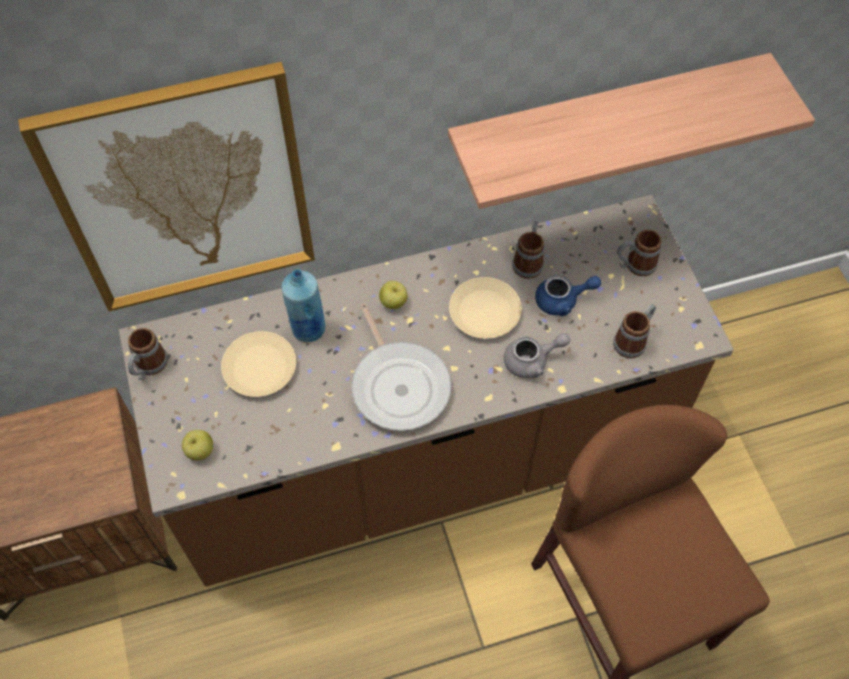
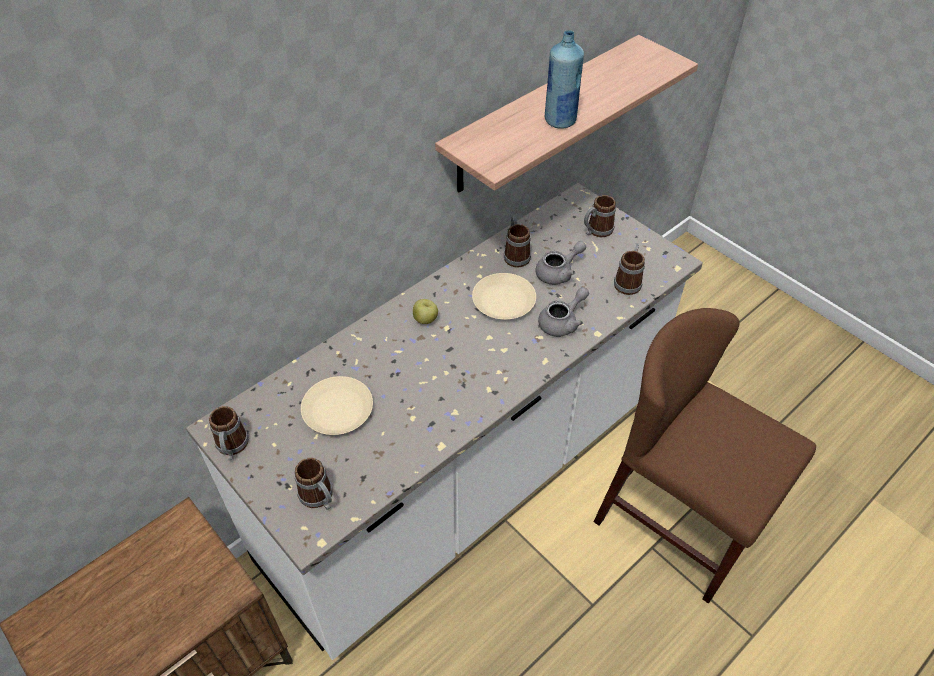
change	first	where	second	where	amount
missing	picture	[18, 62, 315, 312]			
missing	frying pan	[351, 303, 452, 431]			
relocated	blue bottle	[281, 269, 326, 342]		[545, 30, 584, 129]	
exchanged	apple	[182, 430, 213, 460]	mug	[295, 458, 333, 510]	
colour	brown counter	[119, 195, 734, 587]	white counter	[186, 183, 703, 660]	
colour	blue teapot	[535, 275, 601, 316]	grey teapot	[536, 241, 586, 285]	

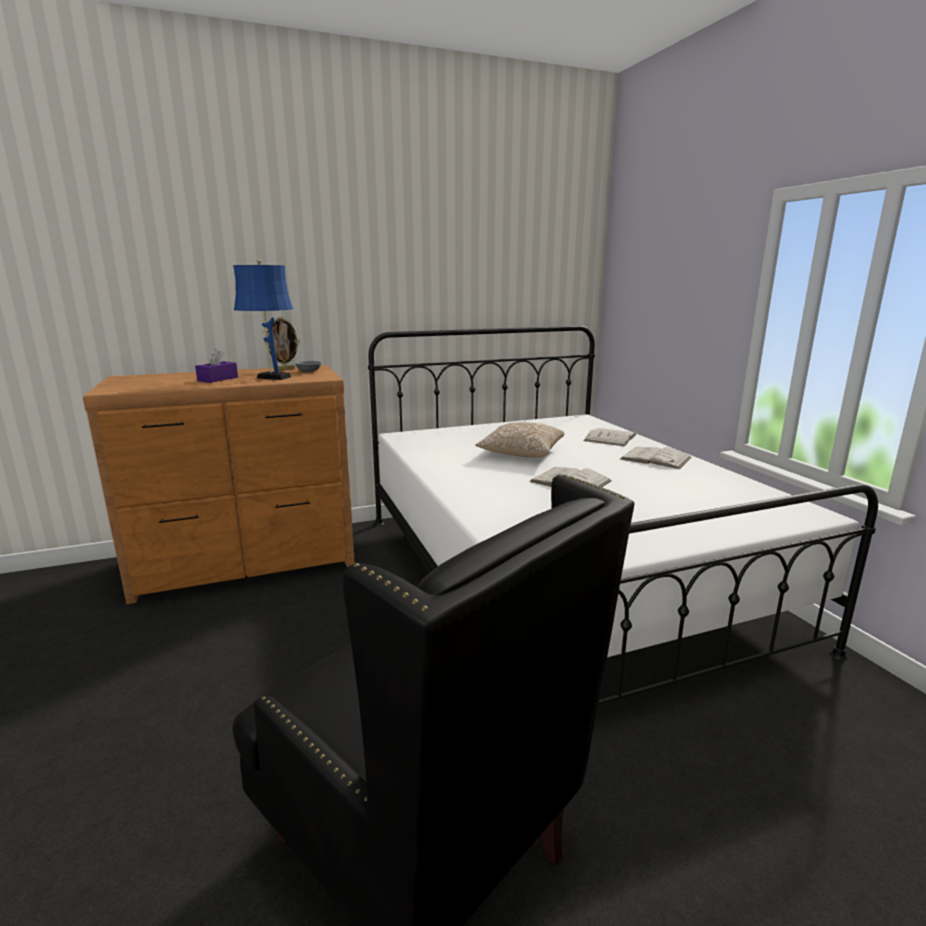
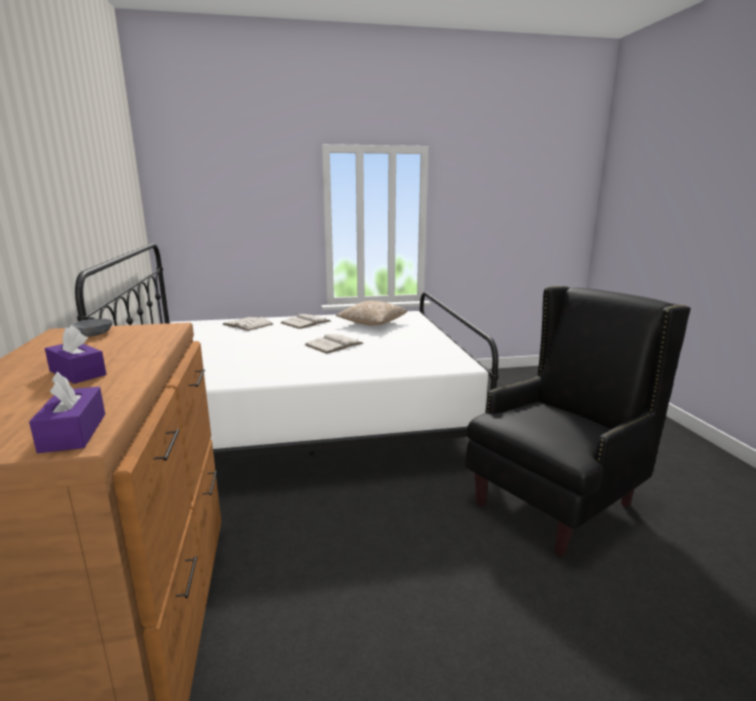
change	first	where	second	where	amount
missing	blue table lamp	[233, 259, 293, 380]			
missing	picture frame	[265, 317, 300, 371]			
appeared			purple tissue box	[29, 372, 105, 453]	
relocated	pillow	[475, 422, 565, 458]		[336, 301, 407, 326]	

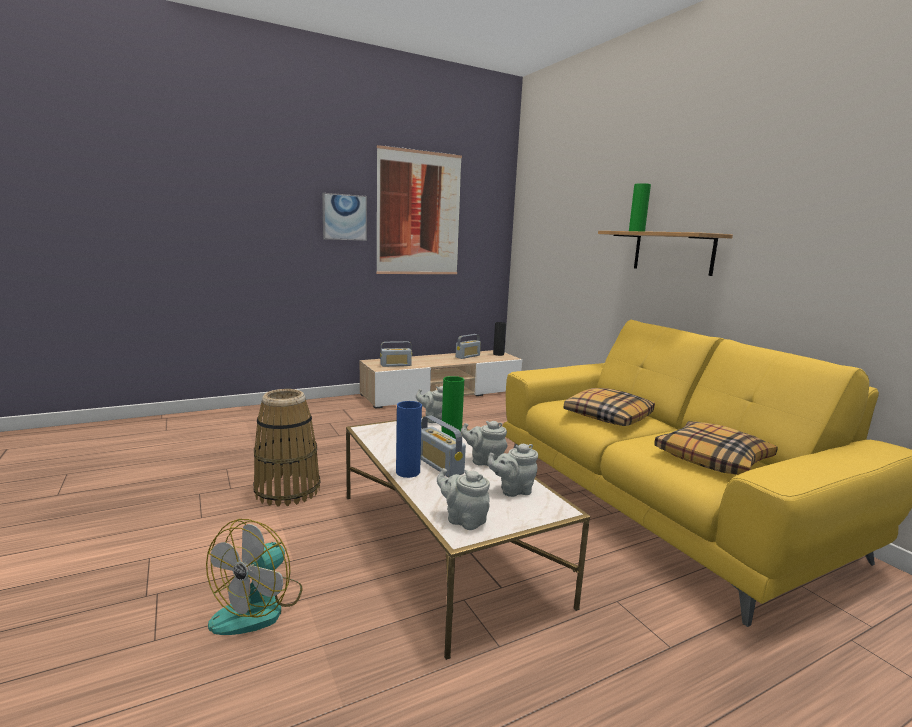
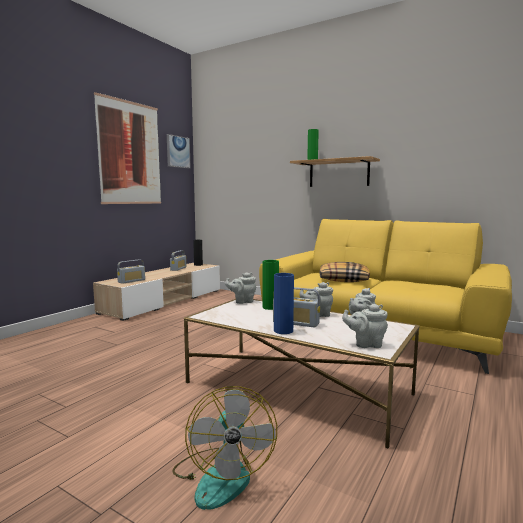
change	first	where	second	where	amount
missing	basket	[253, 389, 320, 507]			
missing	pillow	[654, 421, 777, 475]			
relocated	picture	[322, 193, 367, 241]		[167, 134, 191, 168]	

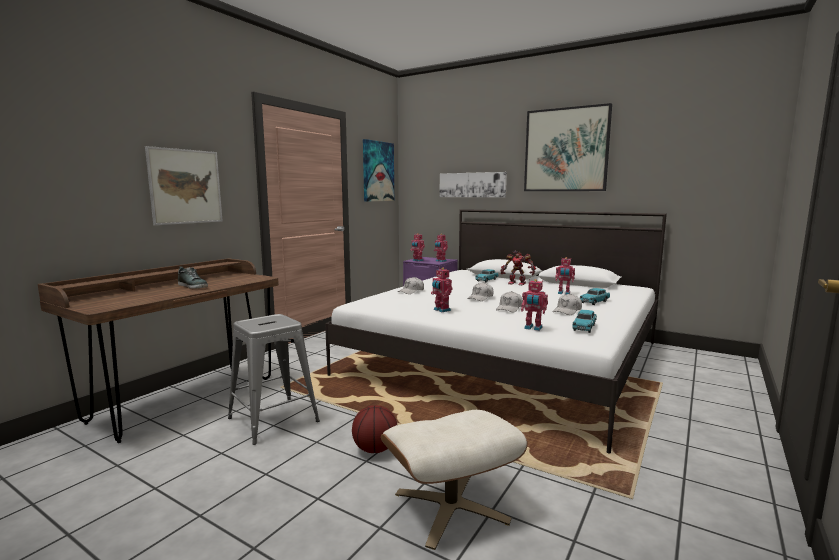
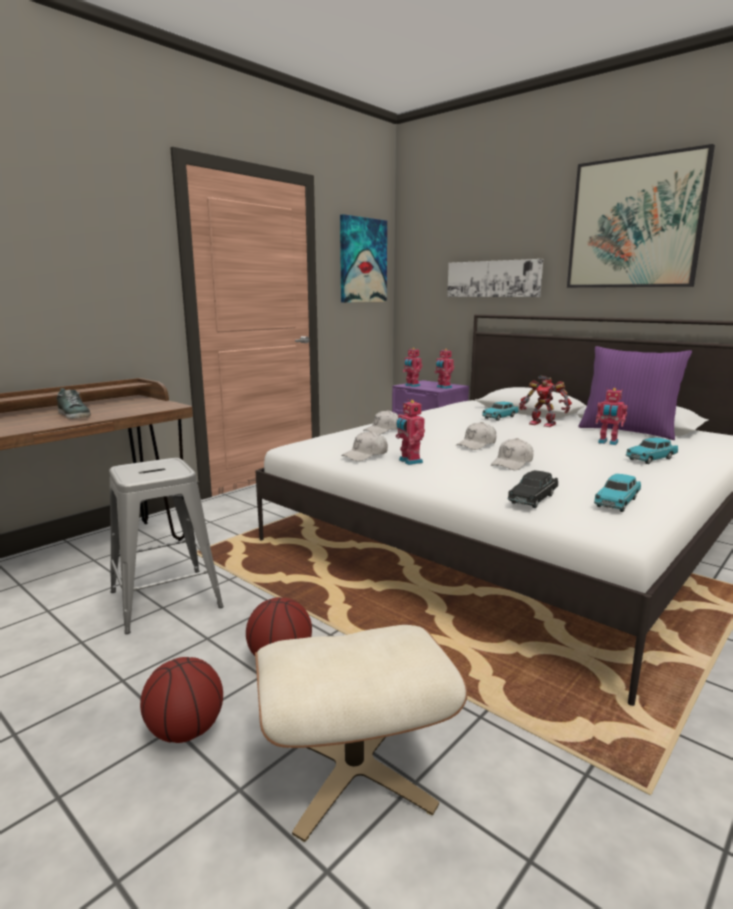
change	first	where	second	where	amount
missing	picture	[145, 146, 223, 225]			
appeared			basketball	[140, 657, 223, 743]	
appeared			purple pillow	[578, 346, 692, 440]	
relocated	white cap	[553, 294, 582, 315]		[341, 431, 388, 461]	
exchanged	toy robot	[521, 279, 548, 331]	black toy car	[508, 470, 558, 508]	

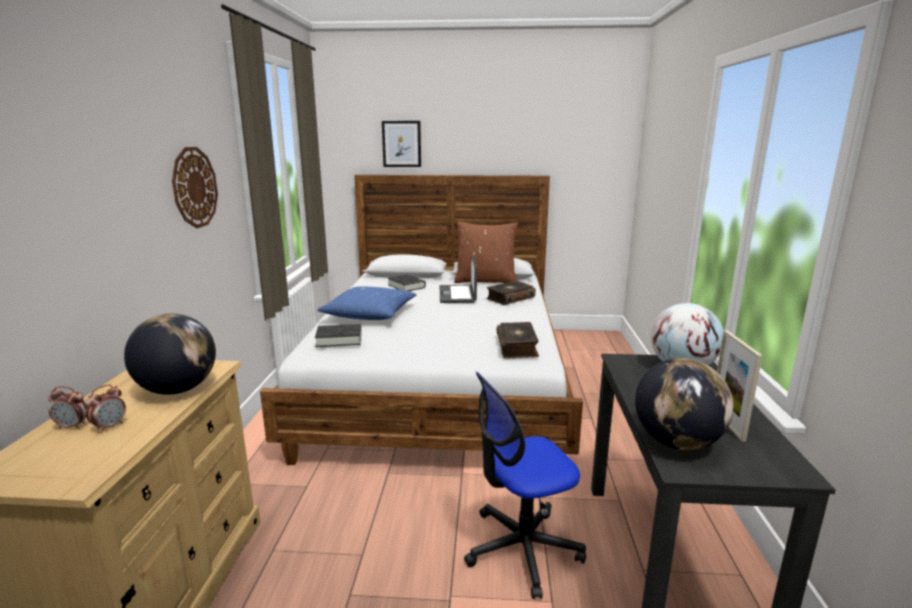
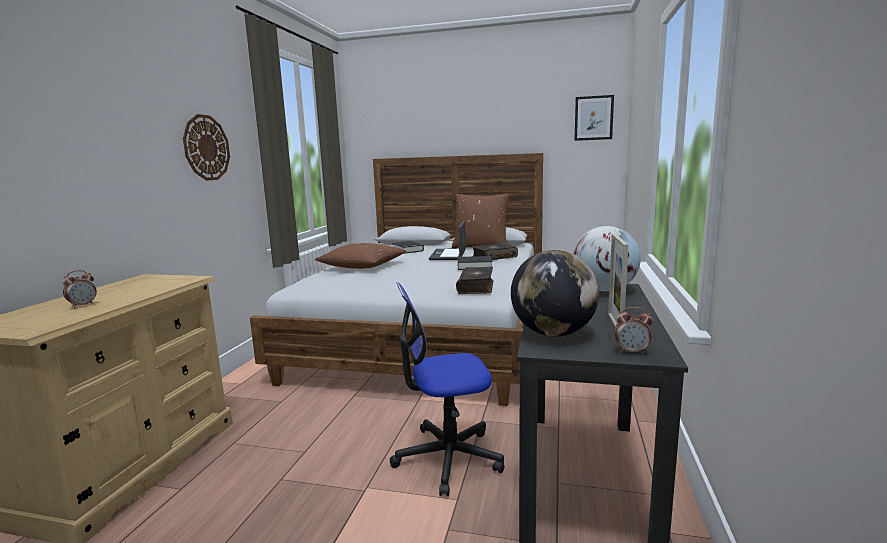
change	first	where	second	where	amount
missing	globe	[124, 313, 216, 395]			
relocated	alarm clock	[48, 386, 88, 429]		[615, 307, 653, 354]	
relocated	black book	[315, 324, 361, 347]		[458, 256, 492, 270]	
relocated	picture	[382, 121, 421, 167]		[574, 95, 614, 141]	
colour	blue pillow	[317, 286, 417, 320]	brown pillow	[315, 243, 407, 269]	

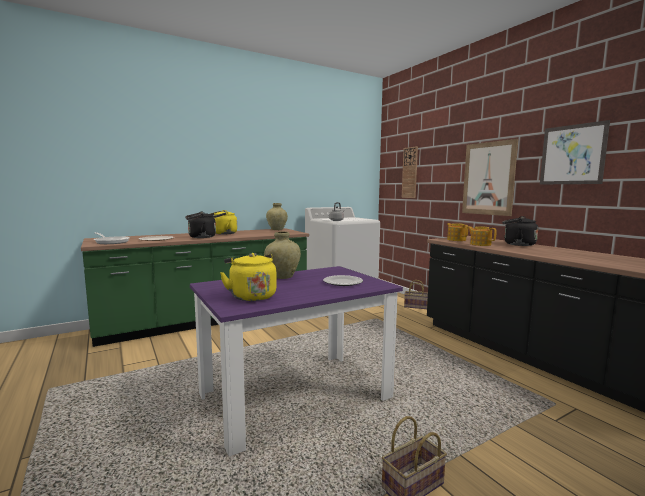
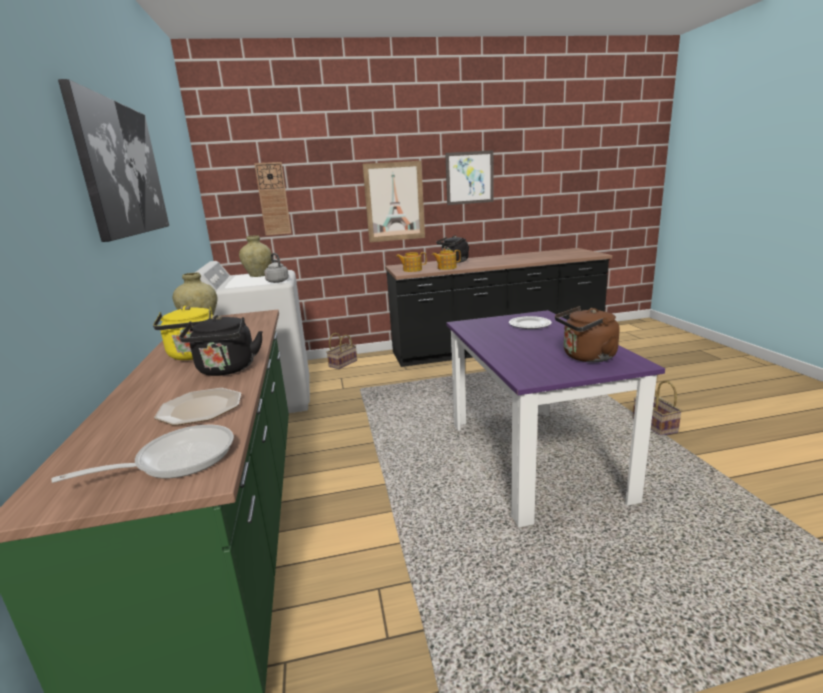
change	first	where	second	where	amount
appeared			picture	[58, 79, 169, 242]	
relocated	beige vase	[264, 231, 301, 279]		[239, 235, 272, 277]	
colour	yellow kettle	[220, 253, 277, 301]	brown kettle	[555, 306, 620, 362]	

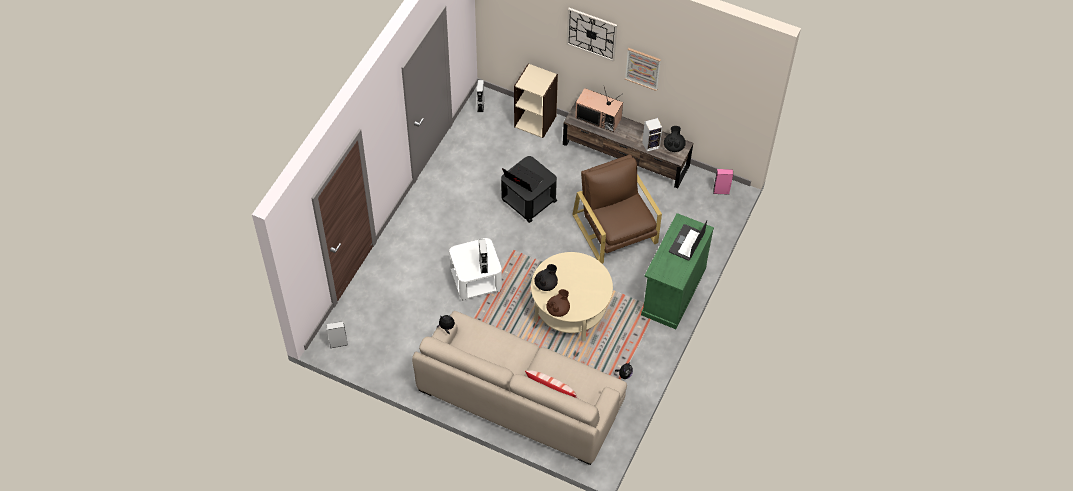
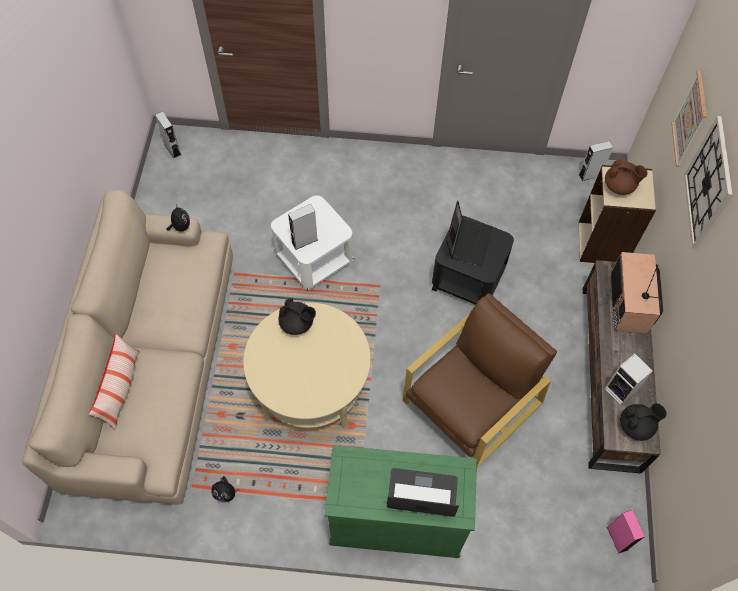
change	first	where	second	where	amount
relocated	brown teapot	[546, 289, 570, 317]		[605, 159, 648, 195]	
relocated	picture	[625, 48, 661, 91]		[671, 71, 707, 167]	

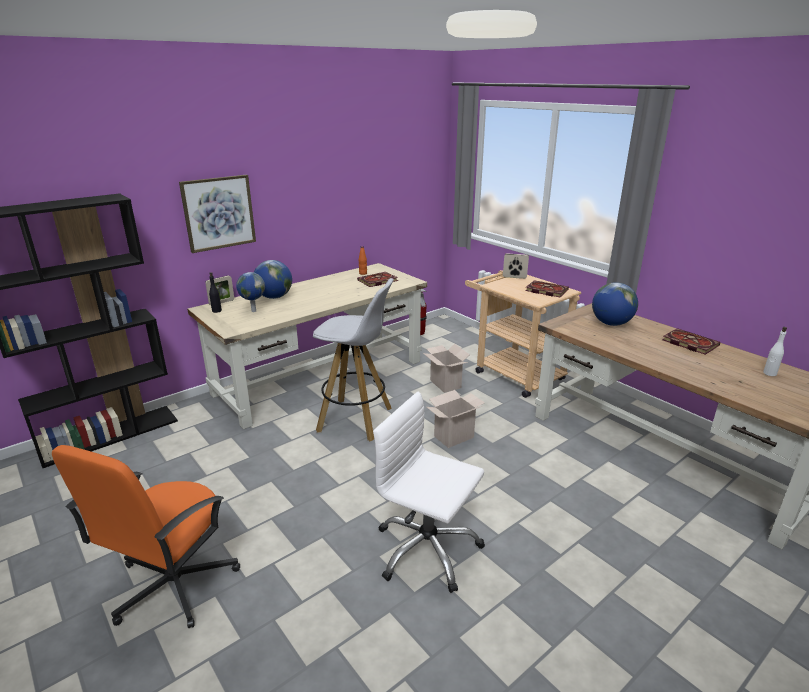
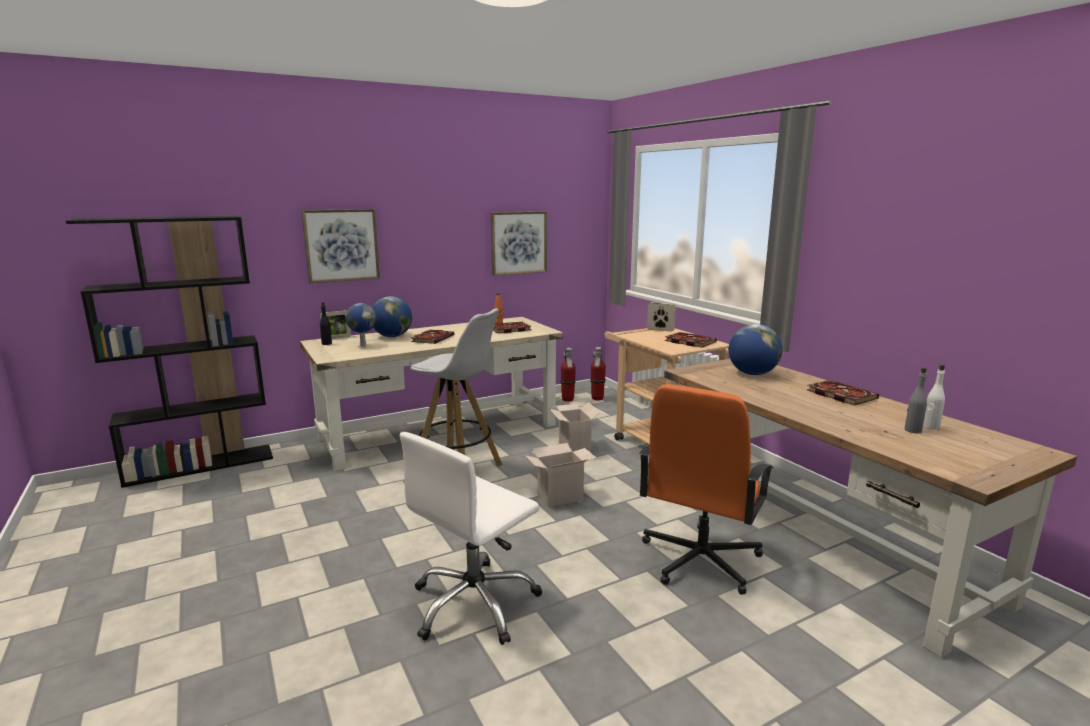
change	first	where	second	where	amount
appeared			book	[411, 330, 454, 344]	
appeared			picture	[491, 211, 547, 276]	
appeared			fire extinguisher	[590, 347, 606, 400]	
appeared			grey bottle	[904, 367, 927, 433]	
relocated	orange office chair	[52, 445, 240, 628]		[639, 384, 774, 595]	
spun	white office chair	[373, 392, 485, 593]		[400, 432, 542, 645]	90 degrees counterclockwise

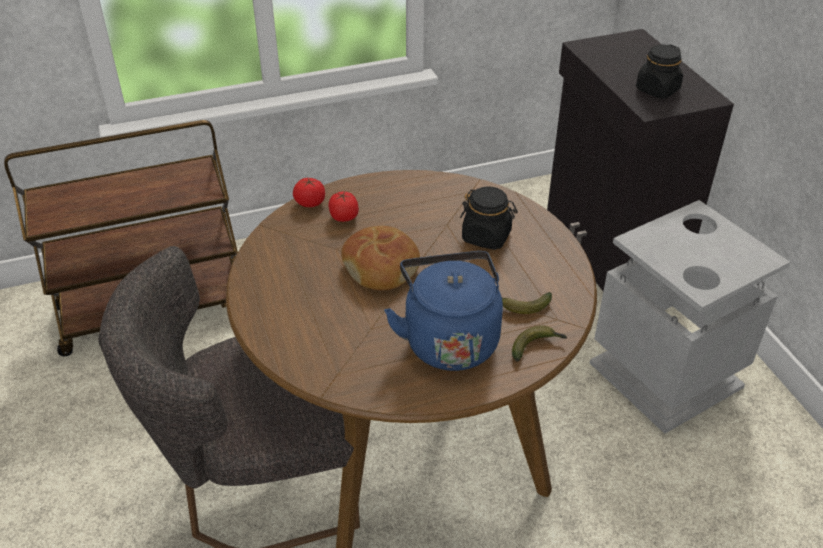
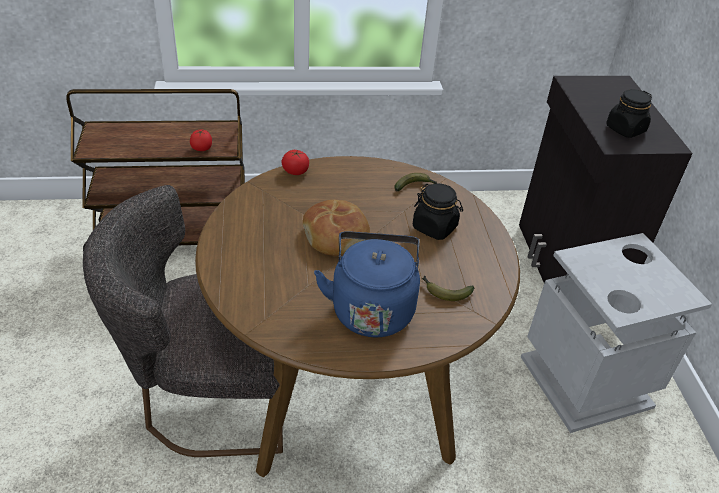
change	first	where	second	where	amount
relocated	tomato	[328, 191, 359, 222]		[190, 130, 212, 151]	
relocated	banana	[512, 326, 566, 362]		[395, 173, 437, 191]	

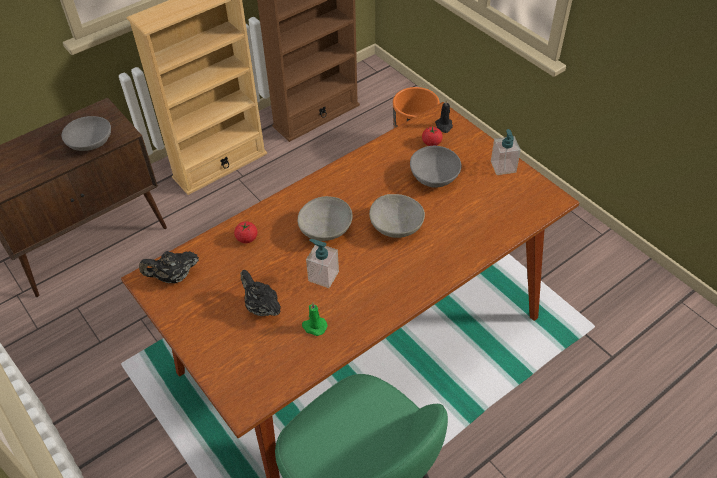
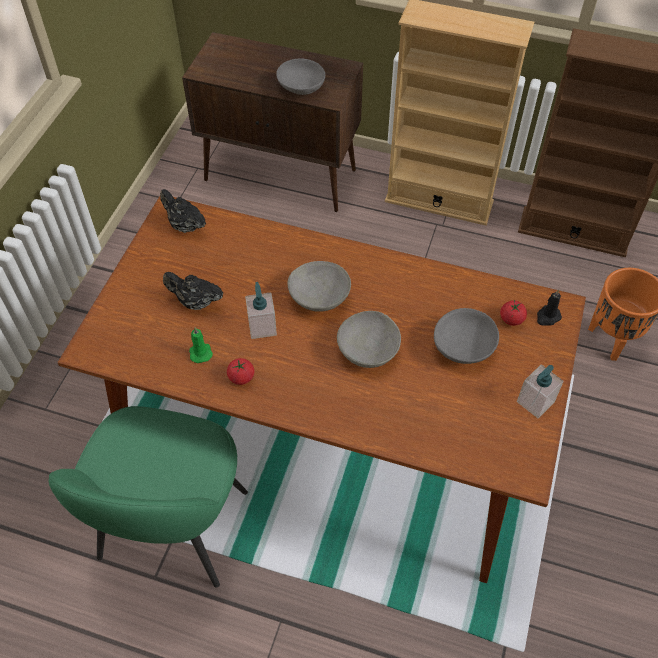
change	first	where	second	where	amount
relocated	tomato	[234, 221, 258, 243]		[227, 358, 254, 385]	
spun	black teapot	[240, 270, 281, 316]		[163, 272, 223, 310]	90 degrees counterclockwise

